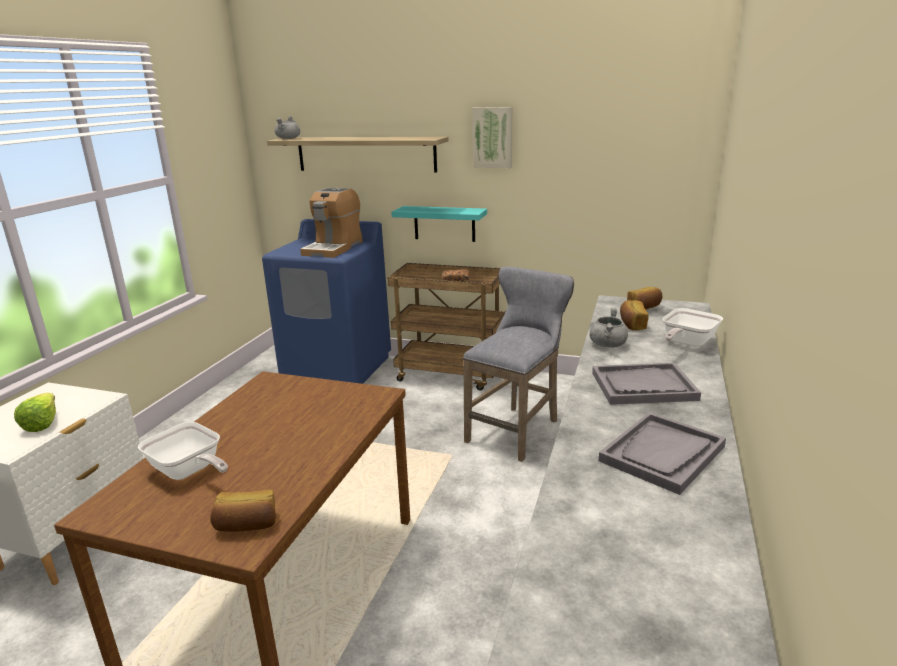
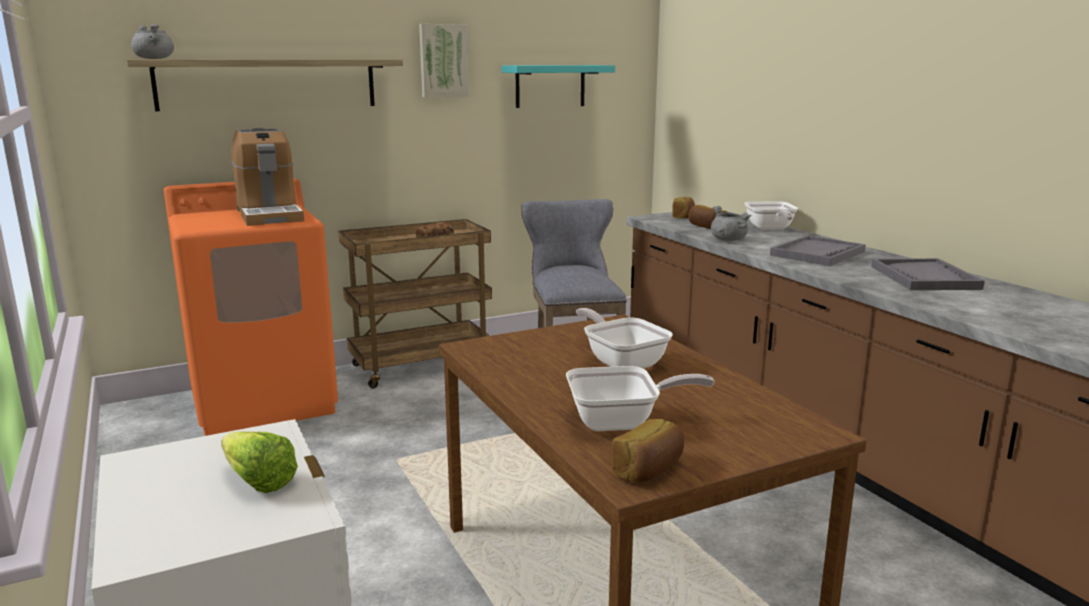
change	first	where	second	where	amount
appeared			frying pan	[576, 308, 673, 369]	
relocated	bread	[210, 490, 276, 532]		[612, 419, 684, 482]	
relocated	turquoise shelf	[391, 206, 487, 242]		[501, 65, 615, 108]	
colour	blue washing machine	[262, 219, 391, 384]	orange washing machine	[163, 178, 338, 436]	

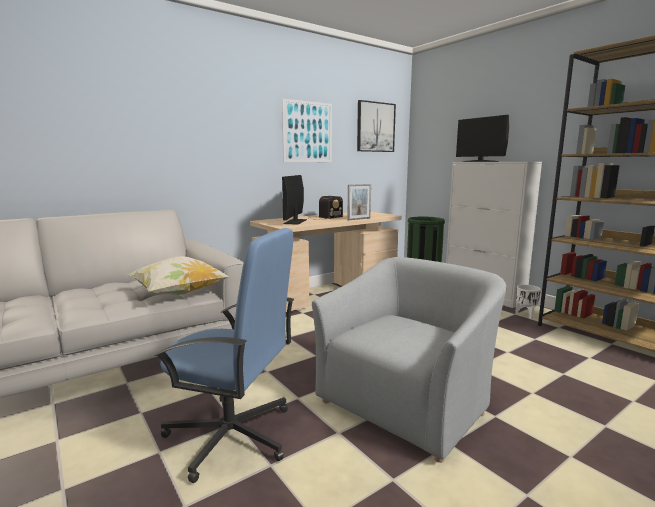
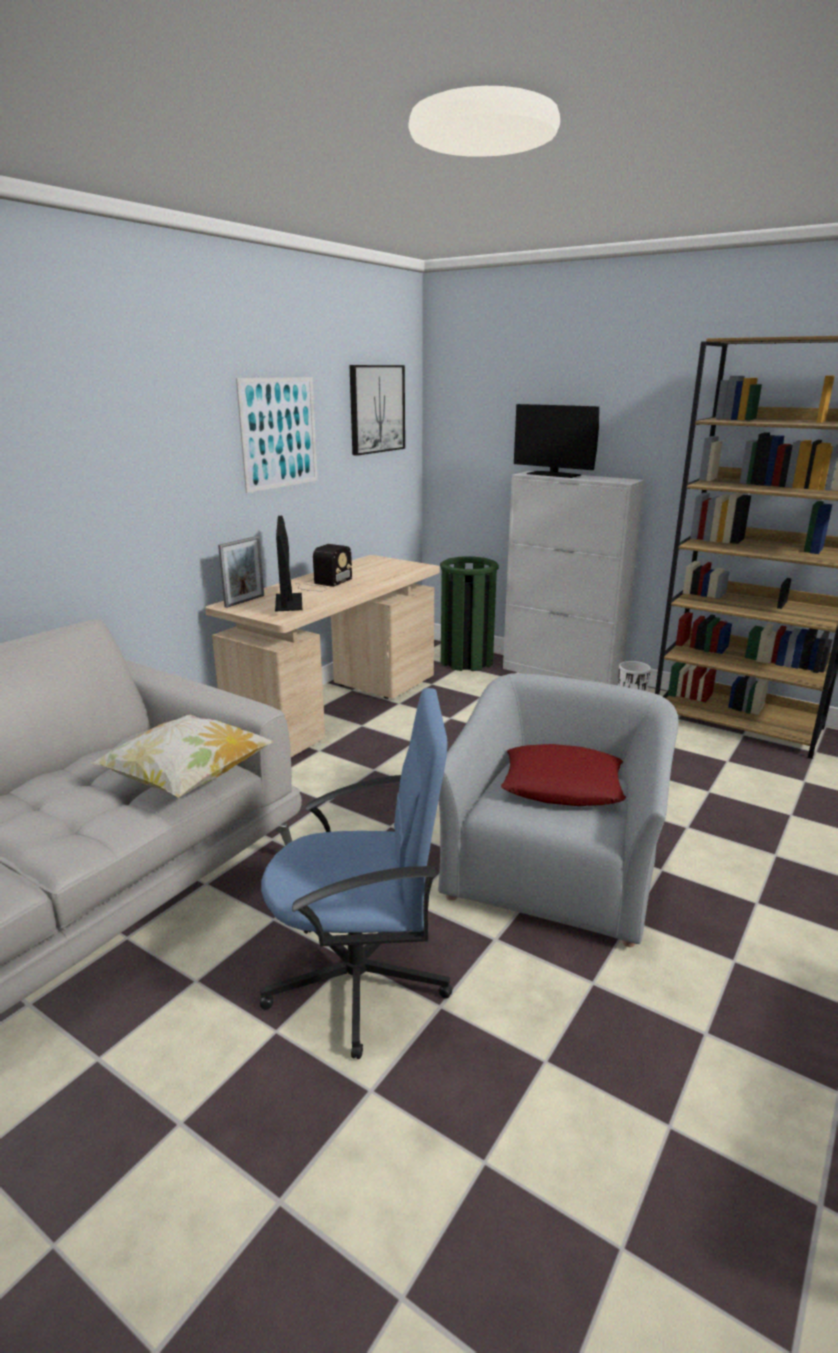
change	first	where	second	where	amount
appeared			red pillow	[501, 744, 626, 806]	
relocated	picture frame	[347, 184, 371, 220]		[218, 536, 264, 608]	

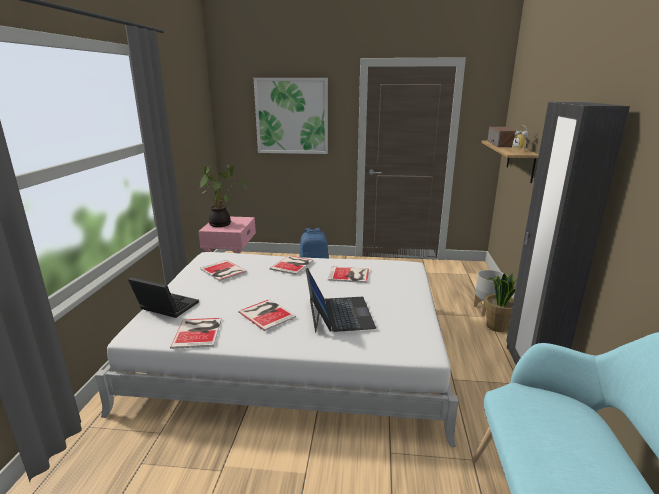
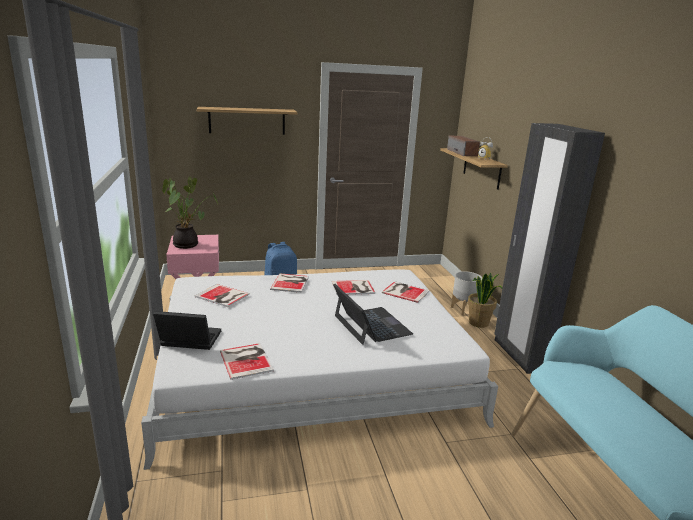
change	first	where	second	where	amount
relocated	book	[238, 299, 296, 331]		[382, 281, 430, 303]	
exchanged	picture	[254, 78, 328, 154]	shelf	[197, 107, 298, 135]	

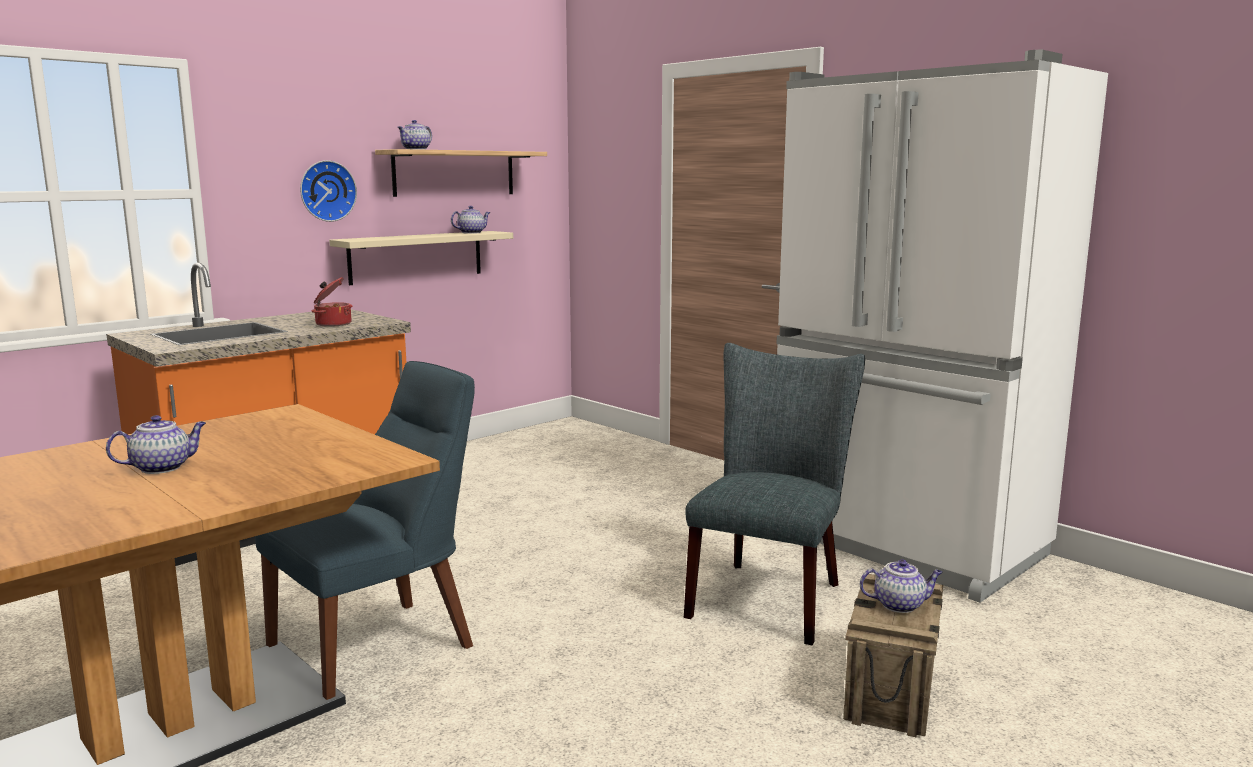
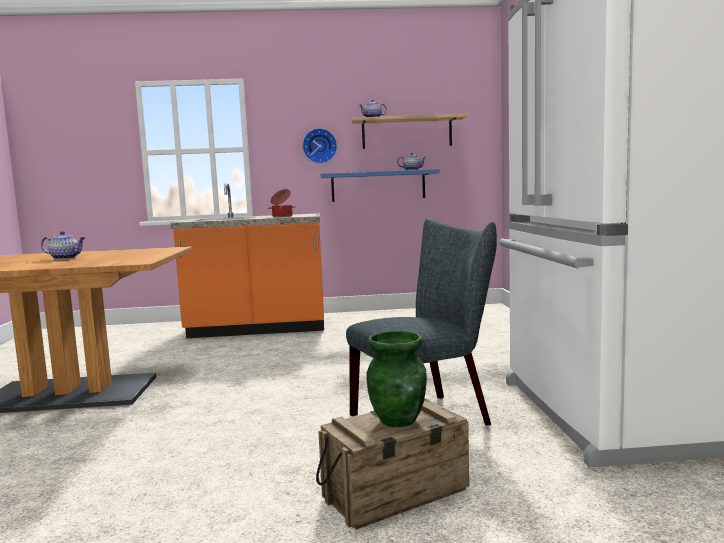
change	first	where	second	where	amount
missing	blue chair	[255, 361, 475, 700]			
exchanged	teapot	[860, 559, 943, 613]	green vase	[366, 331, 427, 427]	
colour	beige shelf	[329, 231, 513, 285]	blue shelf	[321, 169, 440, 202]	

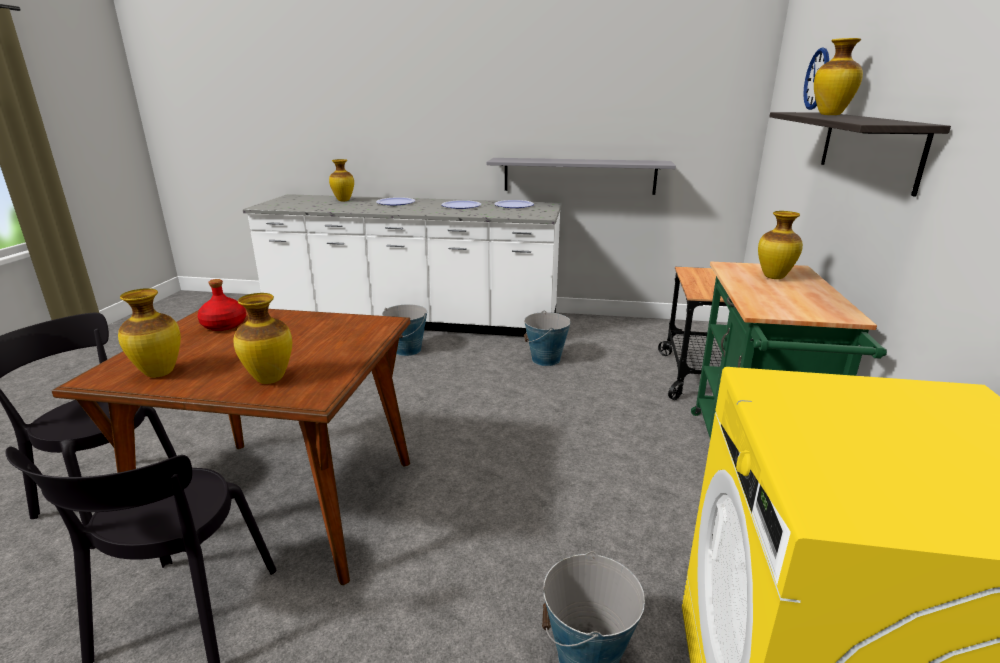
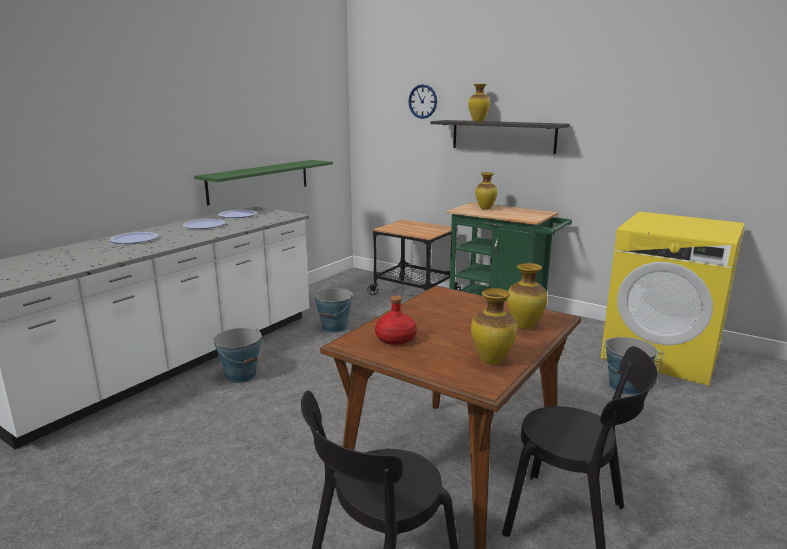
change	first	where	second	where	amount
missing	vase	[329, 159, 354, 201]			
colour	grey shelf	[486, 158, 676, 195]	green shelf	[194, 160, 333, 205]	

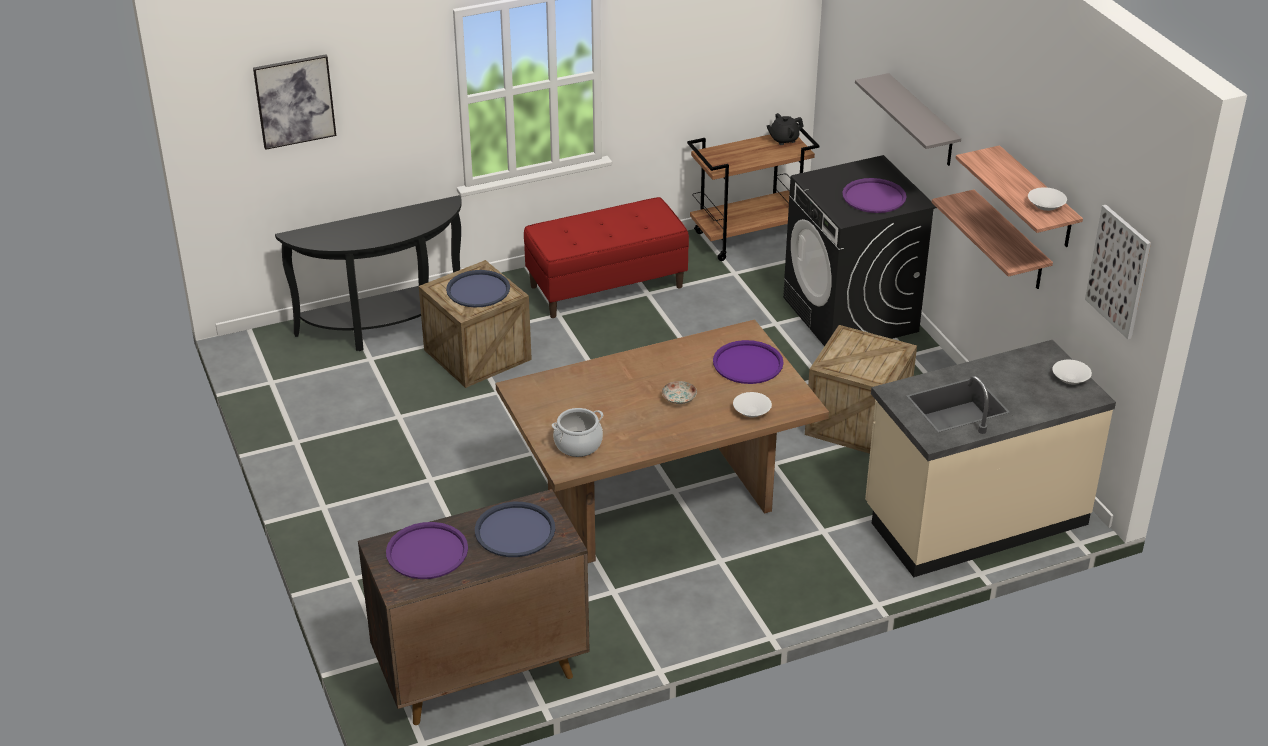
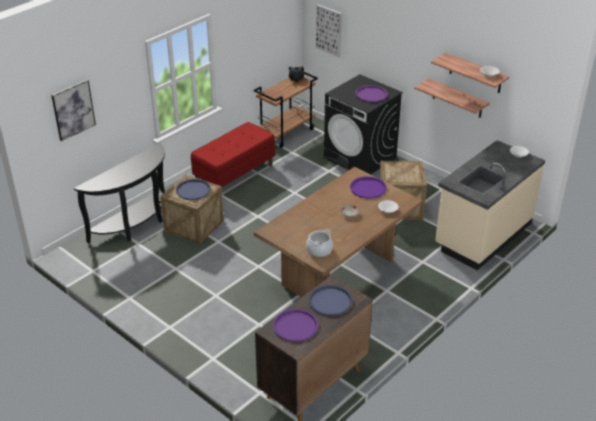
change	first	where	second	where	amount
missing	grey shelf	[855, 73, 961, 166]			
relocated	picture	[1085, 205, 1151, 339]		[316, 4, 342, 57]	

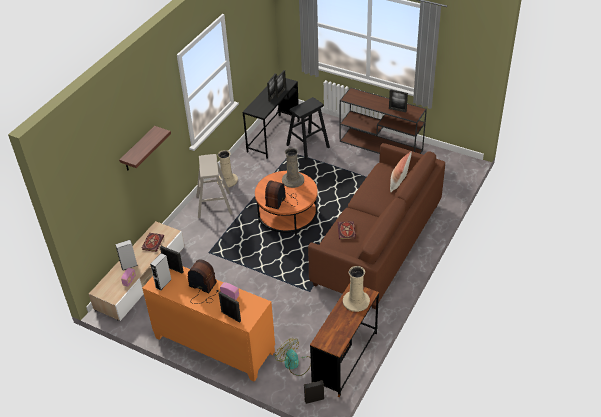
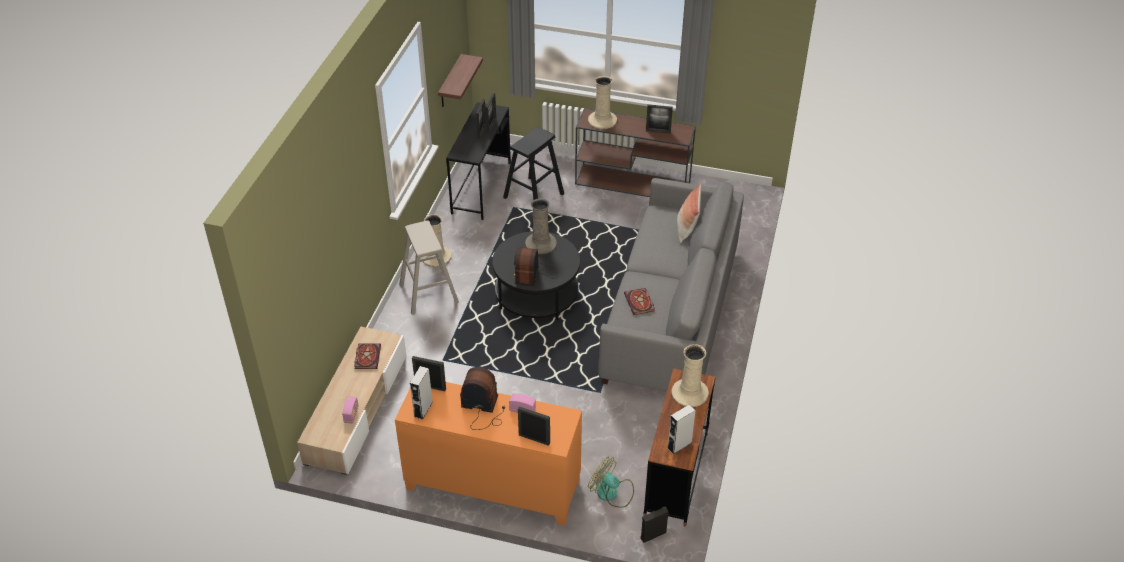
change	first	where	second	where	amount
appeared			beige vase	[588, 76, 617, 129]	
relocated	grey speaker	[116, 240, 138, 270]		[667, 405, 696, 455]	
relocated	shelf	[119, 126, 171, 171]		[438, 54, 483, 107]	
colour	orange coffee table	[255, 171, 318, 236]	black coffee table	[492, 231, 580, 320]	
colour	brown sofa	[308, 143, 445, 309]	grey sofa	[598, 178, 744, 392]	

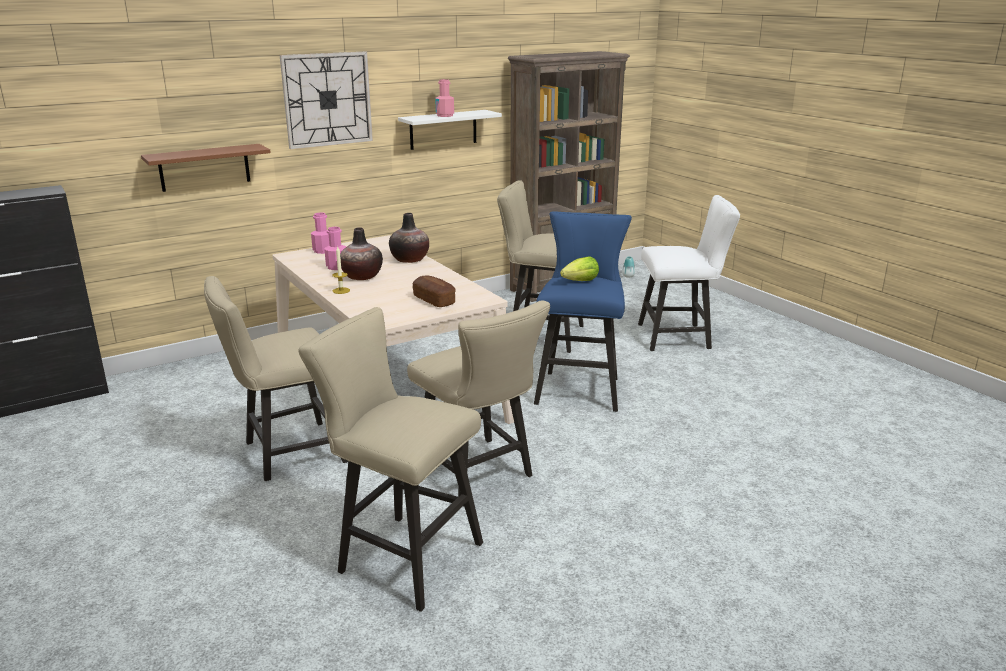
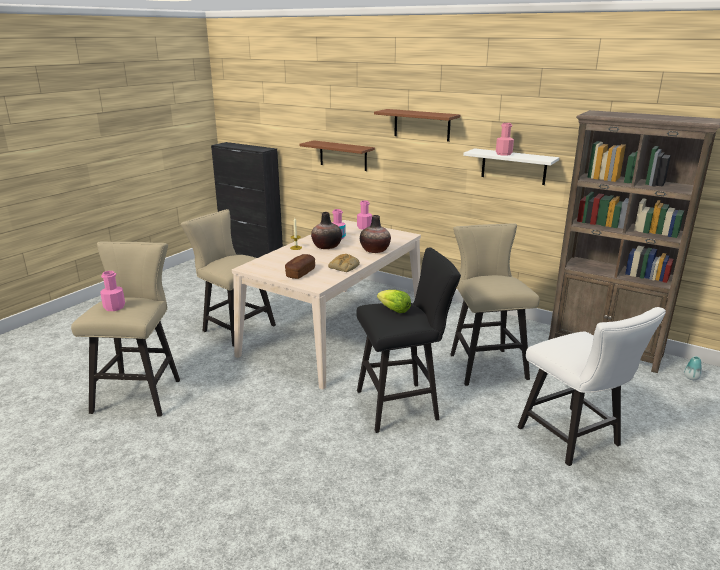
change	first	where	second	where	amount
missing	beige chair	[407, 300, 550, 497]			
appeared			pink bottle	[100, 271, 125, 311]	
appeared			bread	[328, 254, 360, 272]	
exchanged	wall clock	[280, 51, 373, 149]	brown shelf	[374, 109, 460, 142]	
colour	blue stool	[534, 211, 632, 412]	black stool	[356, 247, 461, 433]	

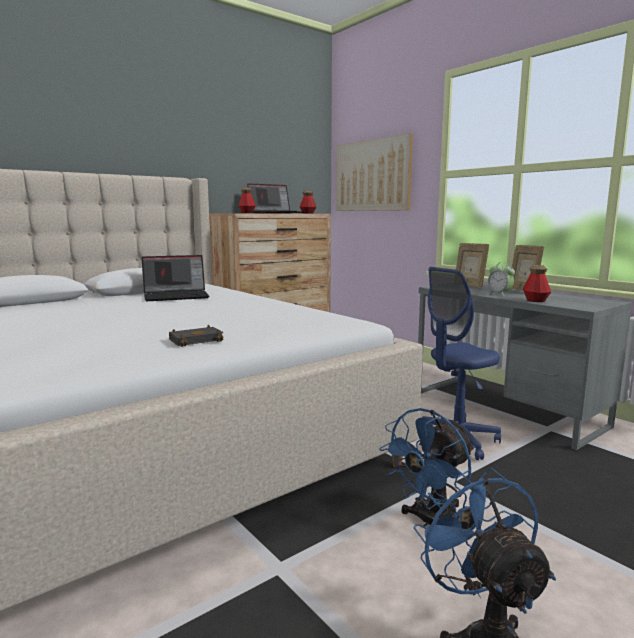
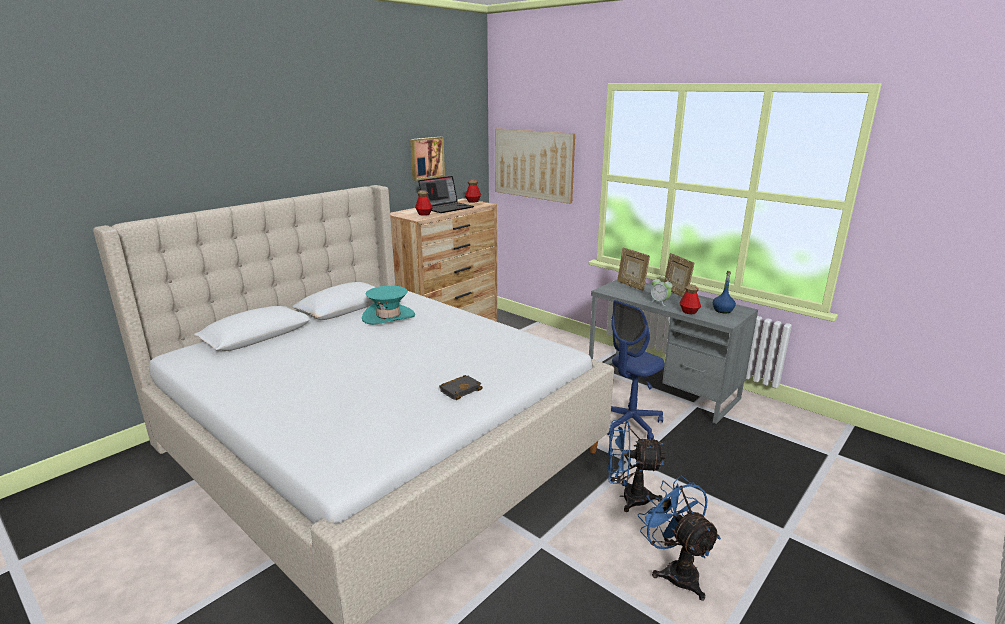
change	first	where	second	where	amount
appeared			picture	[410, 137, 445, 181]	
appeared			blue bottle	[713, 271, 736, 313]	
exchanged	laptop	[141, 255, 209, 301]	turquoise hat	[362, 286, 415, 325]	
spun	blue fan	[379, 408, 475, 527]		[608, 420, 666, 512]	60 degrees clockwise

